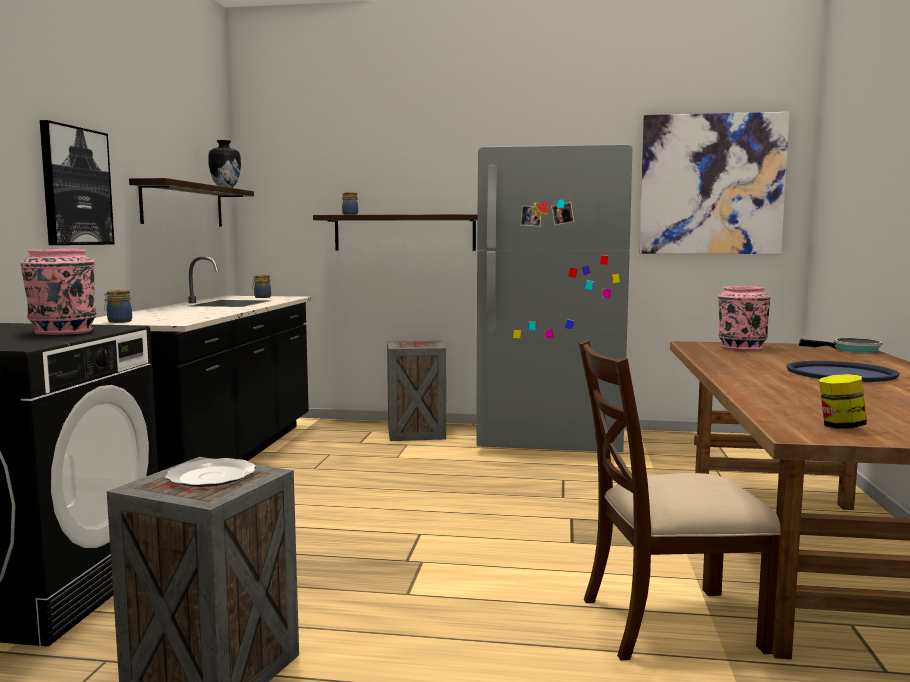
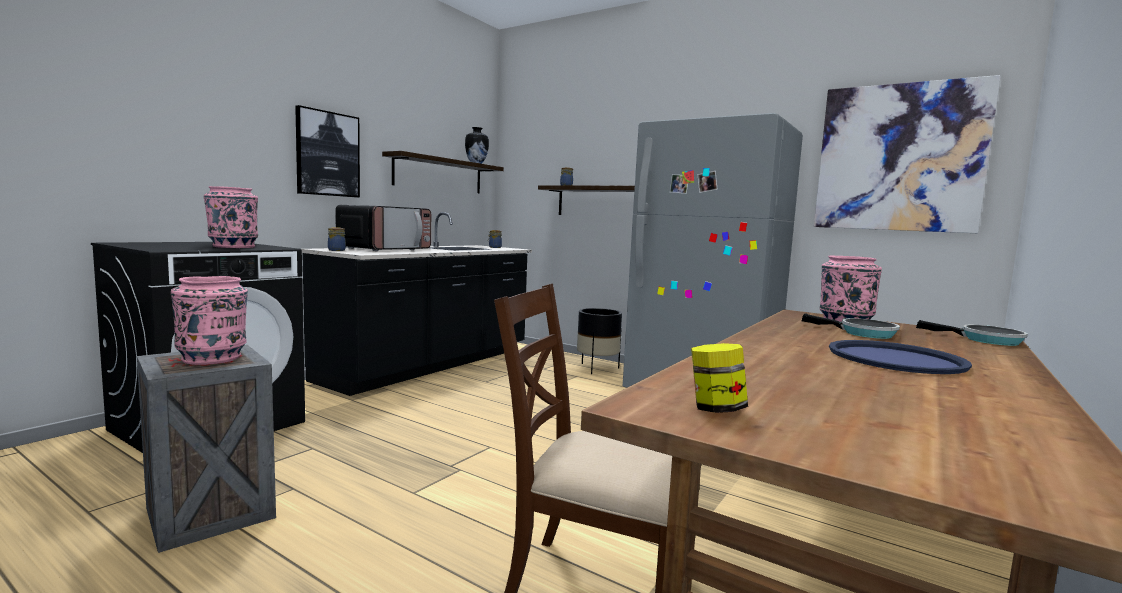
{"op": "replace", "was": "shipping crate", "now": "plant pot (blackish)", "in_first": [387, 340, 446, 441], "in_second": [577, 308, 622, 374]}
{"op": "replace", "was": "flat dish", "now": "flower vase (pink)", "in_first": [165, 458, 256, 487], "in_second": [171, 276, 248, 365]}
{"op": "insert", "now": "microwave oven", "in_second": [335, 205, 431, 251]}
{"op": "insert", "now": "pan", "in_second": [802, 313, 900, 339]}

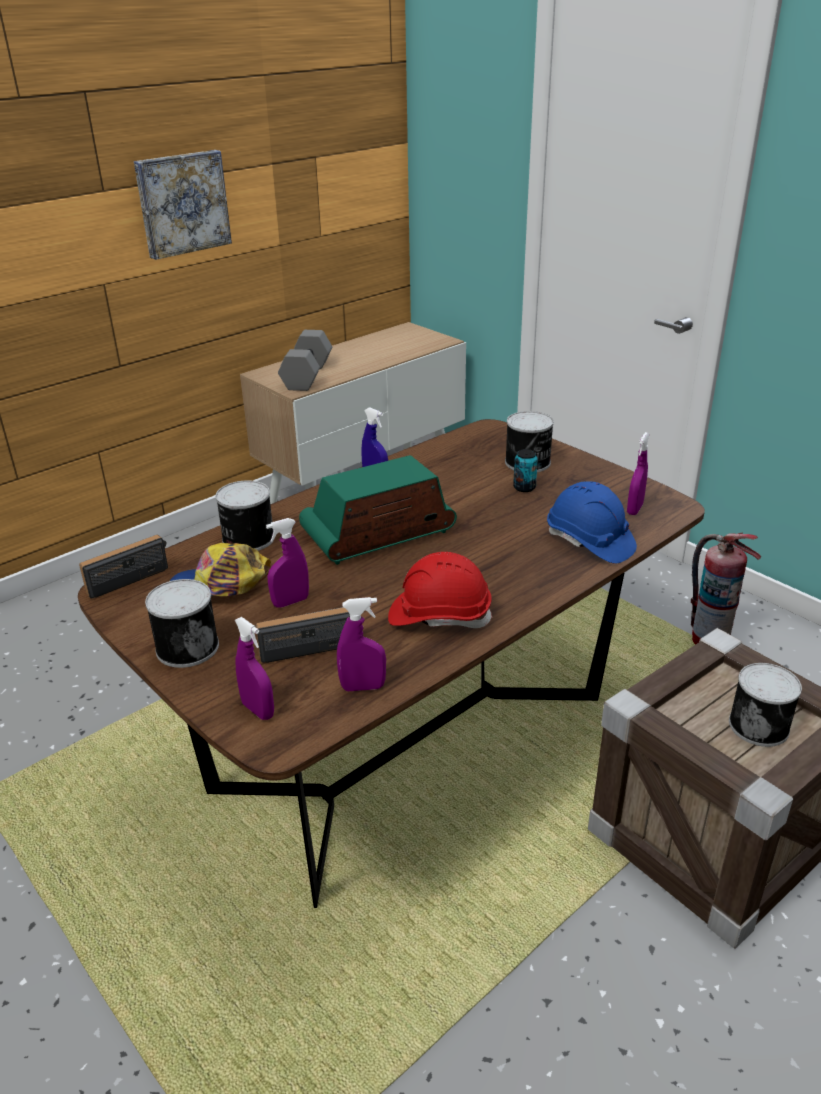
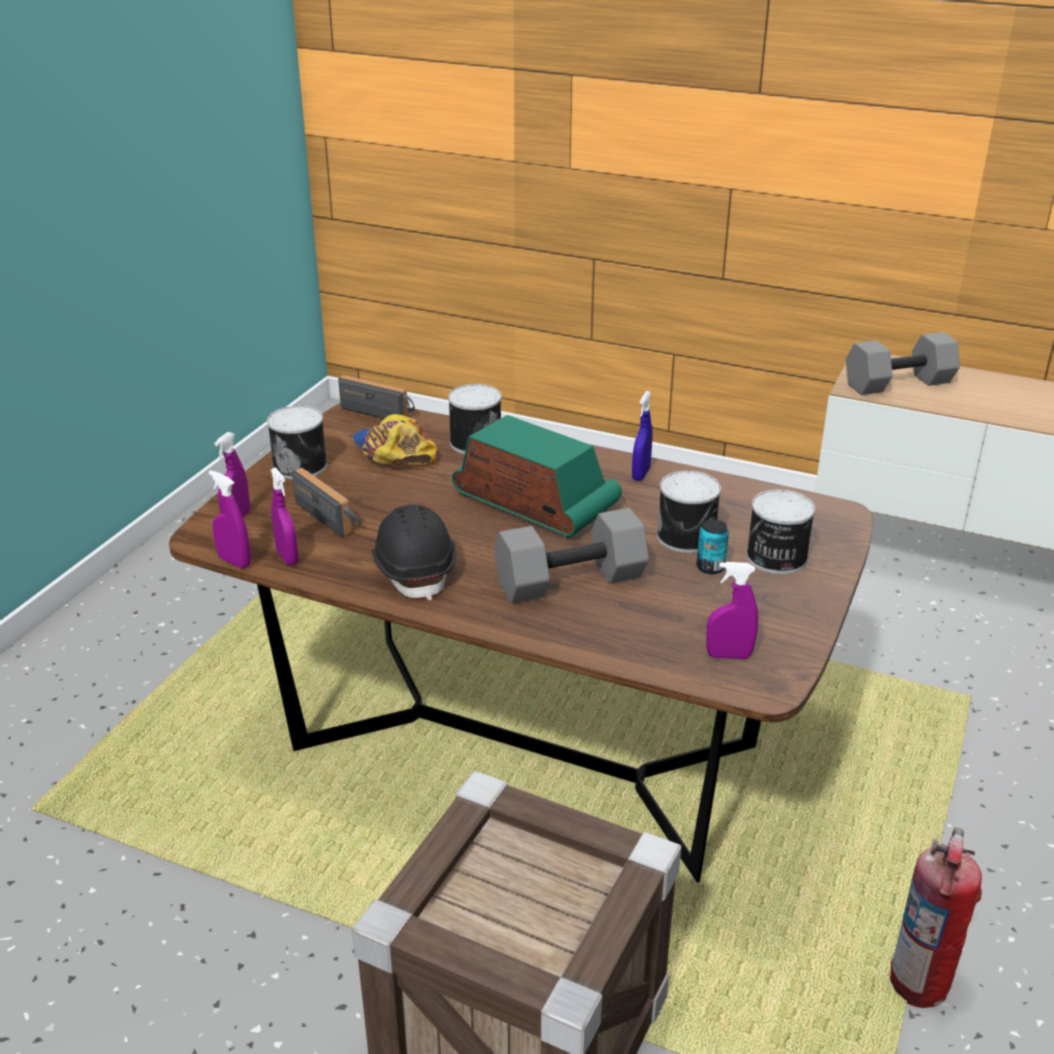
{"op": "delete", "was": "picture", "in_first": [134, 150, 232, 260]}
{"op": "delete", "was": "work helmet (blue)", "in_first": [547, 481, 637, 564]}
{"op": "move", "was": "sprayer (purple-coloured)", "in_first": [266, 518, 309, 608], "in_second": [209, 470, 251, 569]}
{"op": "recolor", "was": "work helmet (red-coloured)", "now": "work helmet (blackish)", "in_first": [388, 552, 493, 628], "in_second": [372, 505, 456, 600]}
{"op": "move", "was": "sealed can", "in_first": [729, 663, 802, 747], "in_second": [657, 471, 721, 553]}
{"op": "insert", "now": "hand weight (grey)", "in_second": [494, 508, 649, 603]}

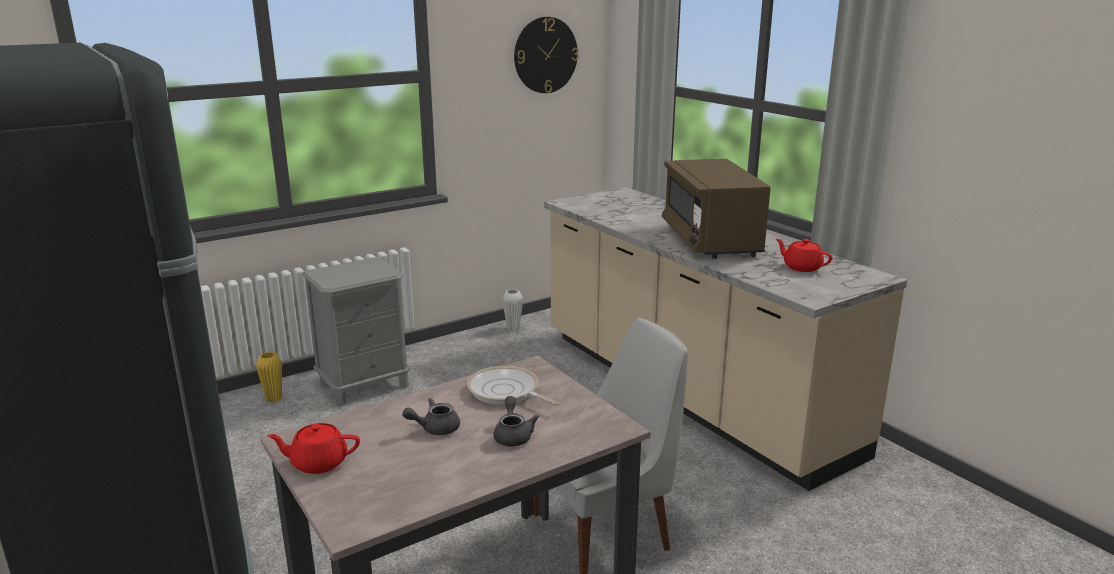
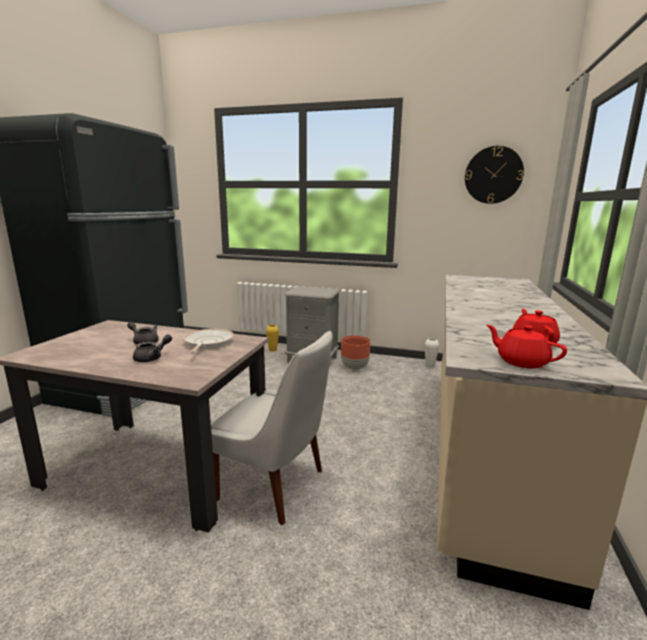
{"op": "delete", "was": "microwave oven (brown)", "in_first": [662, 159, 771, 259]}
{"op": "move", "was": "pot for tea (red-coloured)", "in_first": [267, 423, 360, 474], "in_second": [487, 325, 567, 368]}
{"op": "insert", "now": "plant pot (brown)", "in_second": [341, 336, 371, 370]}

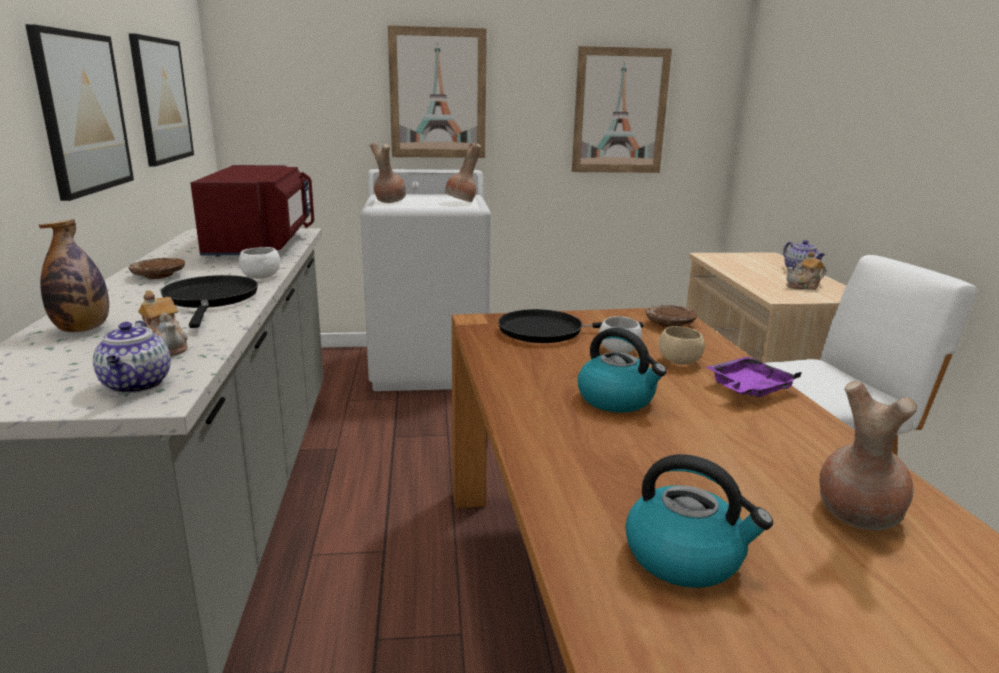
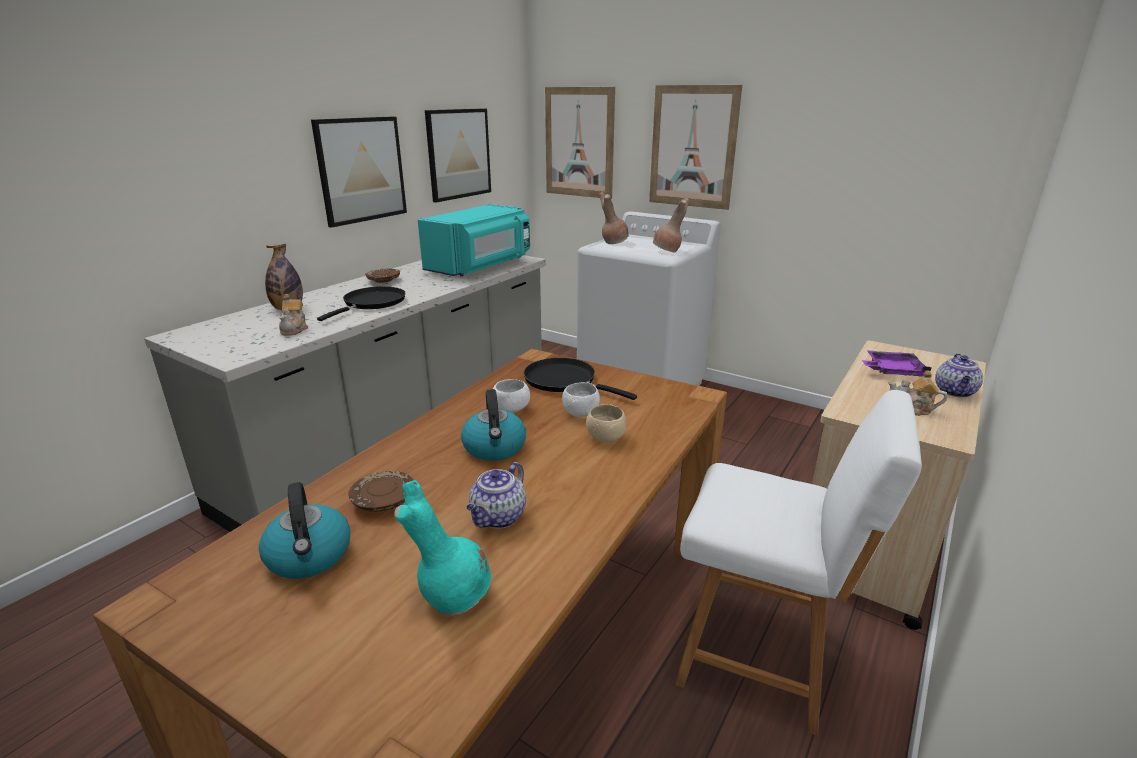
{"op": "move", "was": "picture", "in_first": [572, 46, 672, 173], "in_second": [545, 87, 615, 199]}
{"op": "recolor", "was": "microwave oven (red-coloured)", "now": "microwave oven (turquoise)", "in_first": [190, 165, 314, 257], "in_second": [418, 204, 530, 276]}
{"op": "move", "was": "deep dish (white)", "in_first": [239, 247, 280, 279], "in_second": [493, 379, 530, 413]}
{"op": "move", "was": "flat dish (brown)", "in_first": [646, 305, 697, 327], "in_second": [348, 471, 414, 512]}
{"op": "move", "was": "pot for tea", "in_first": [93, 320, 171, 394], "in_second": [467, 462, 526, 528]}
{"op": "move", "was": "serving tray (purple-coloured)", "in_first": [706, 356, 802, 397], "in_second": [862, 351, 932, 377]}
{"op": "recolor", "was": "flower vase (brown)", "now": "flower vase (turquoise)", "in_first": [820, 381, 917, 530], "in_second": [394, 480, 491, 616]}

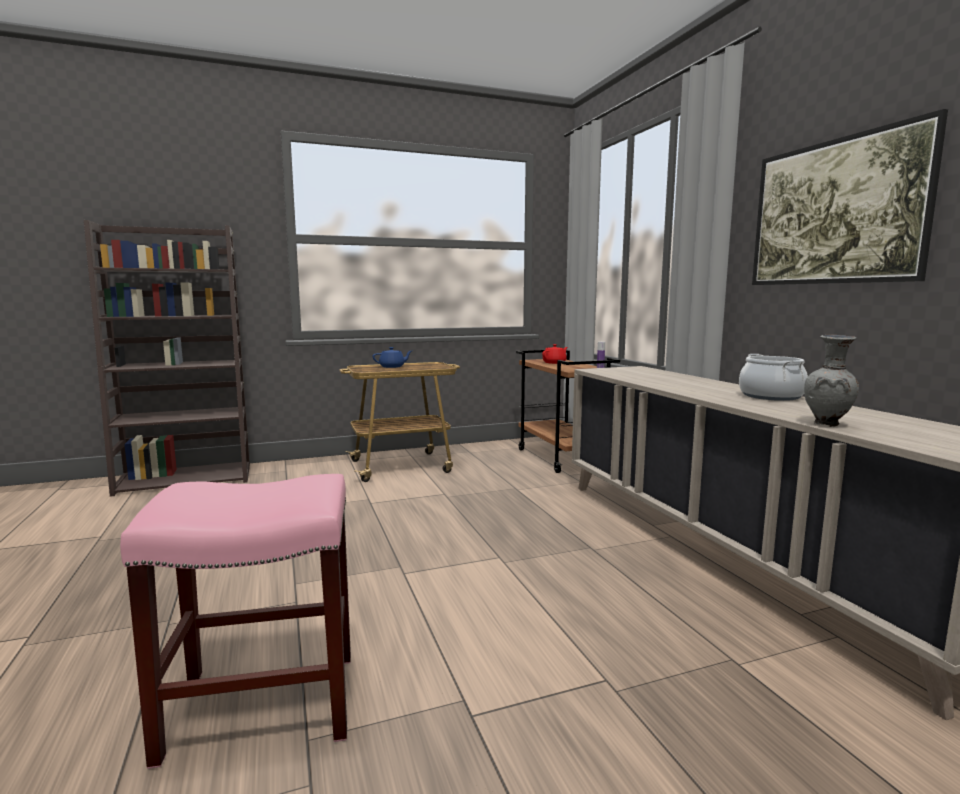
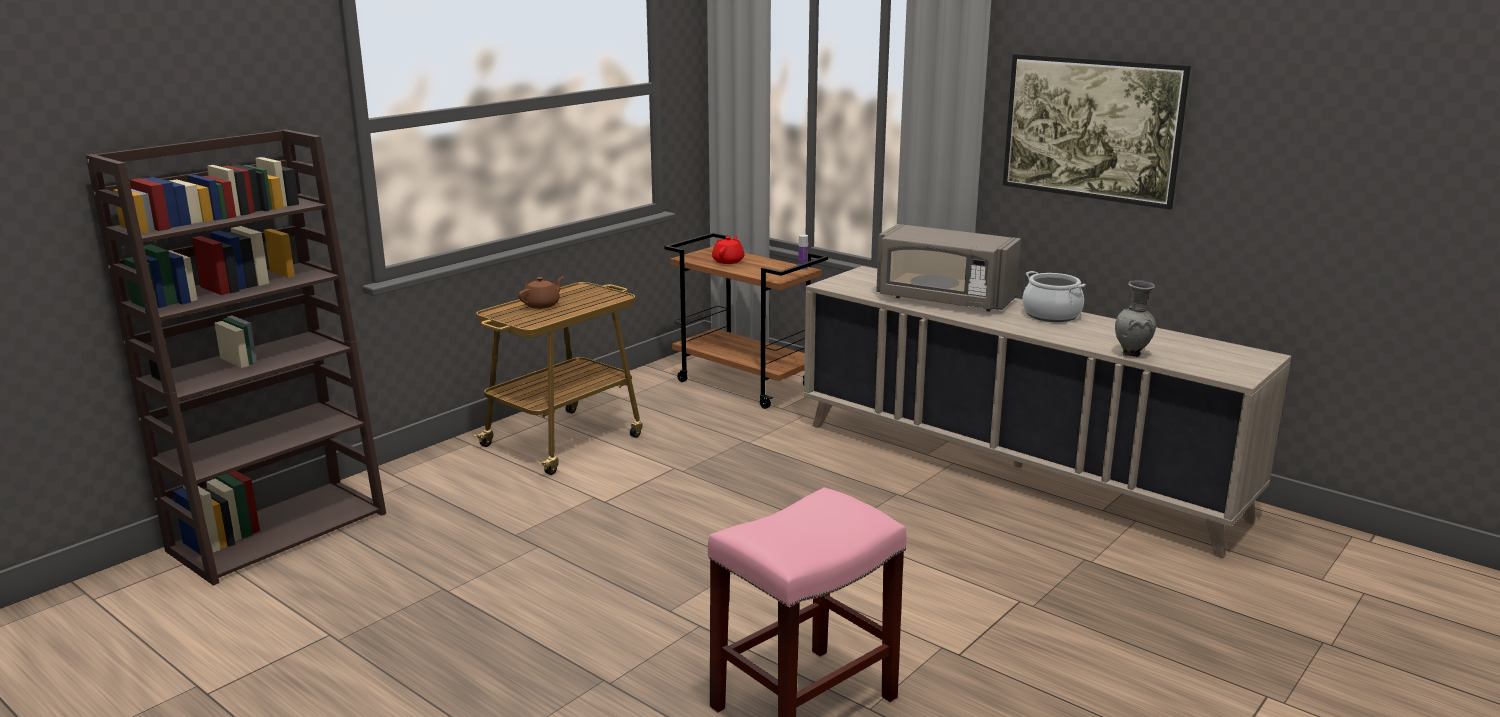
{"op": "recolor", "was": "pot for tea (blue)", "now": "pot for tea (brown)", "in_first": [373, 347, 412, 368], "in_second": [518, 277, 564, 309]}
{"op": "insert", "now": "microwave oven (grey)", "in_second": [876, 224, 1021, 312]}

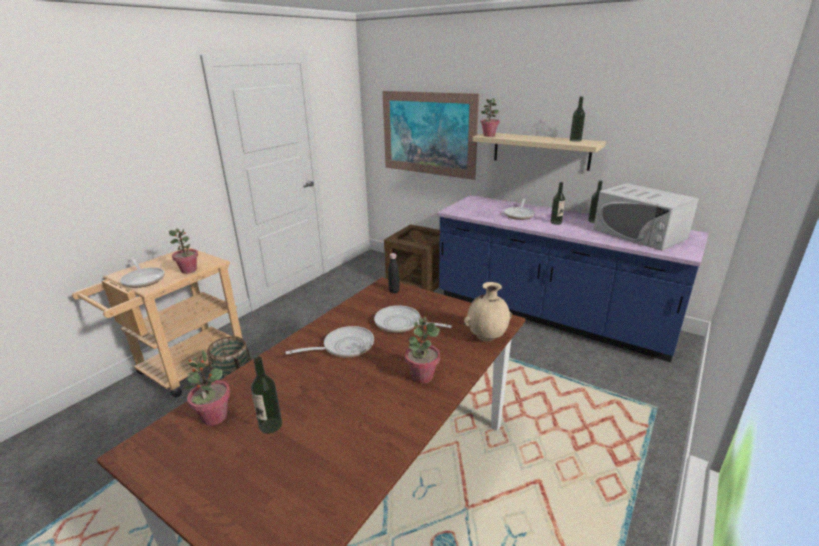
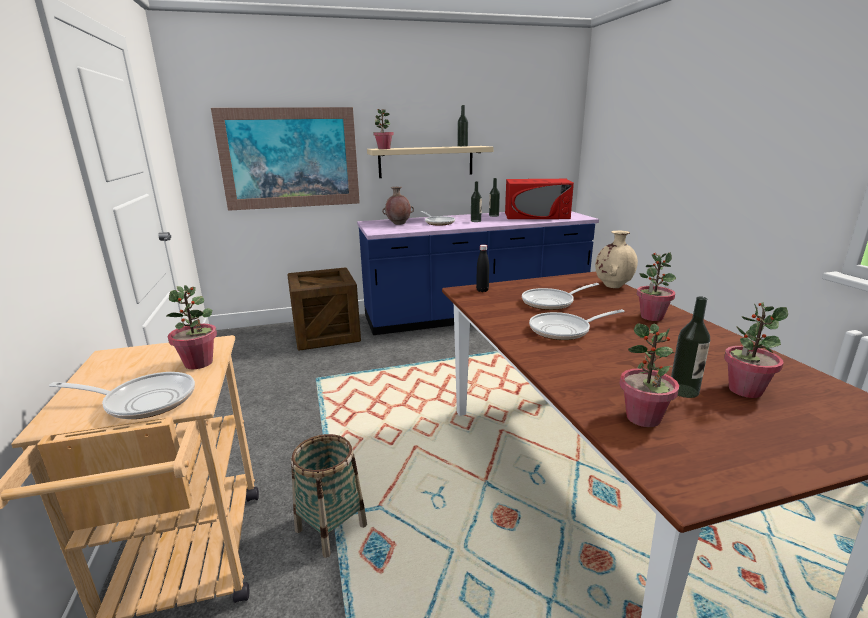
{"op": "recolor", "was": "microwave oven (white)", "now": "microwave oven (red-coloured)", "in_first": [593, 183, 699, 251], "in_second": [505, 179, 574, 219]}
{"op": "rotate", "was": "pan", "in_first": [285, 326, 374, 358], "in_second": [529, 309, 625, 340], "clockwise": -120}
{"op": "insert", "now": "flower vase (brown)", "in_second": [382, 187, 414, 225]}
{"op": "insert", "now": "houseplant", "in_second": [724, 302, 788, 398]}

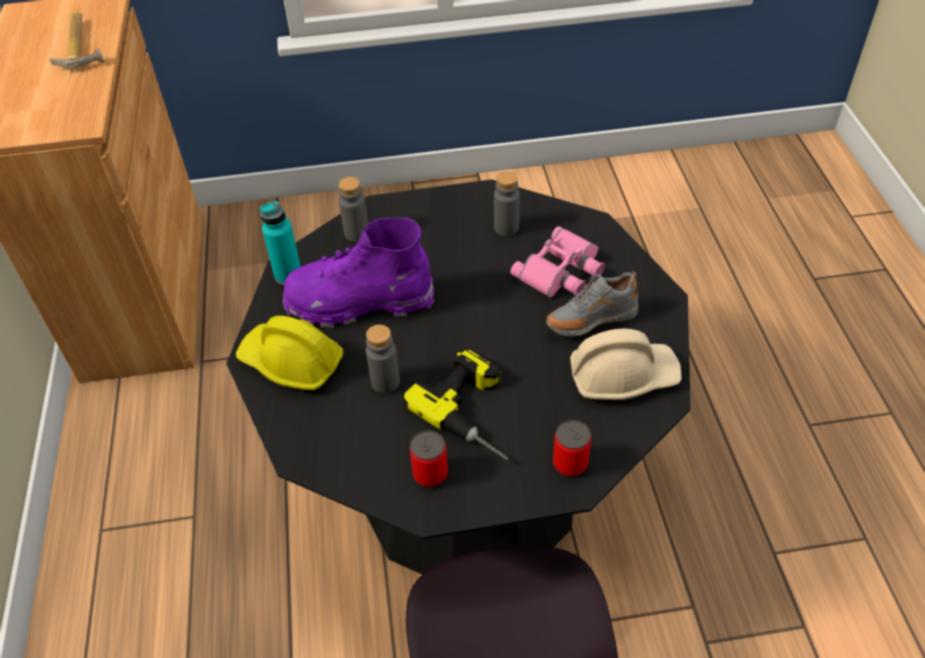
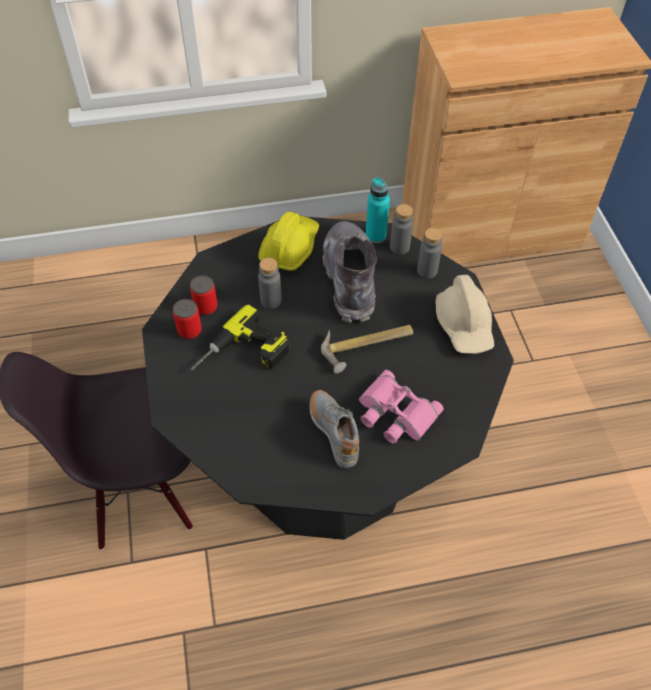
{"op": "move", "was": "hammer", "in_first": [50, 12, 104, 70], "in_second": [321, 325, 413, 374]}
{"op": "move", "was": "bottle (grey)", "in_first": [494, 171, 520, 236], "in_second": [390, 204, 413, 255]}
{"op": "recolor", "was": "boot (purple-coloured)", "now": "boot (grey)", "in_first": [282, 218, 435, 327], "in_second": [323, 221, 377, 323]}
{"op": "move", "was": "work helmet (beige-coloured)", "in_first": [570, 329, 682, 402], "in_second": [435, 275, 494, 354]}
{"op": "move", "was": "sealed can", "in_first": [553, 420, 591, 477], "in_second": [190, 275, 218, 315]}

